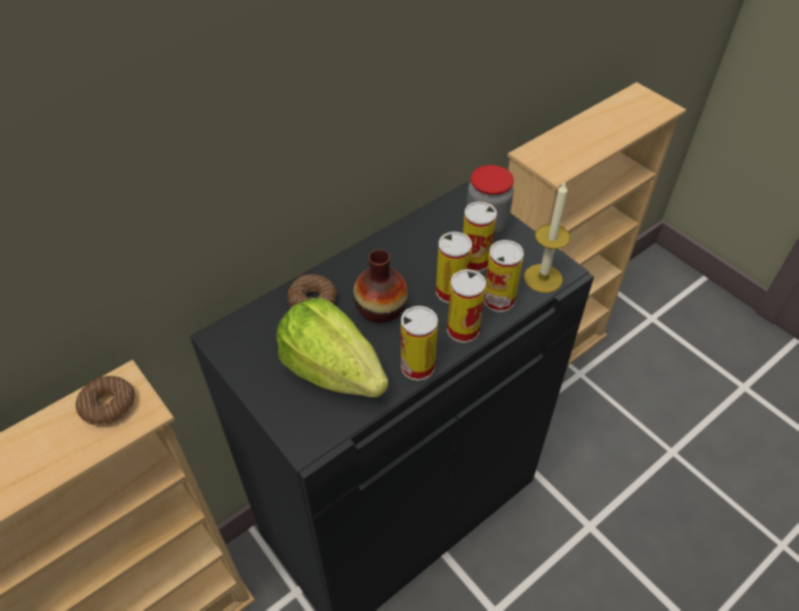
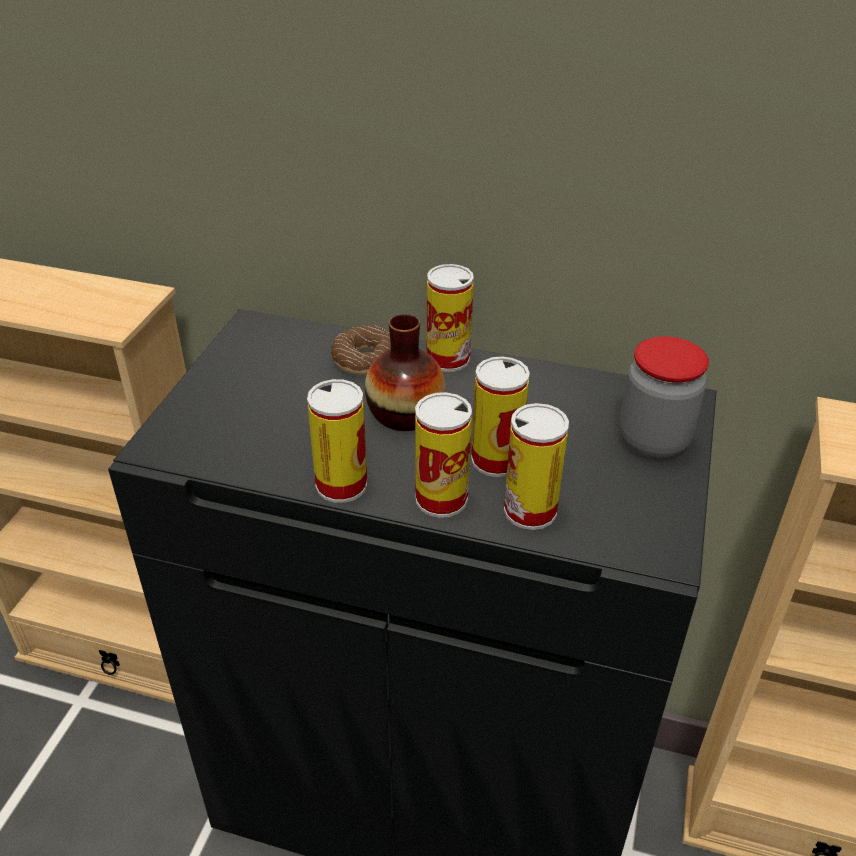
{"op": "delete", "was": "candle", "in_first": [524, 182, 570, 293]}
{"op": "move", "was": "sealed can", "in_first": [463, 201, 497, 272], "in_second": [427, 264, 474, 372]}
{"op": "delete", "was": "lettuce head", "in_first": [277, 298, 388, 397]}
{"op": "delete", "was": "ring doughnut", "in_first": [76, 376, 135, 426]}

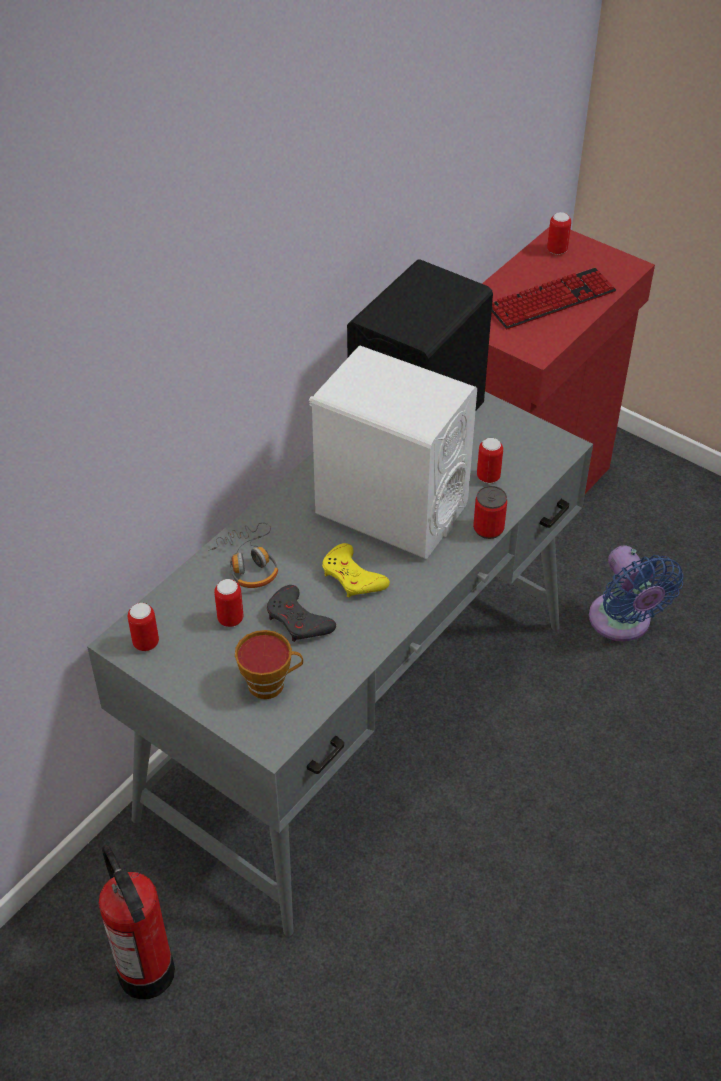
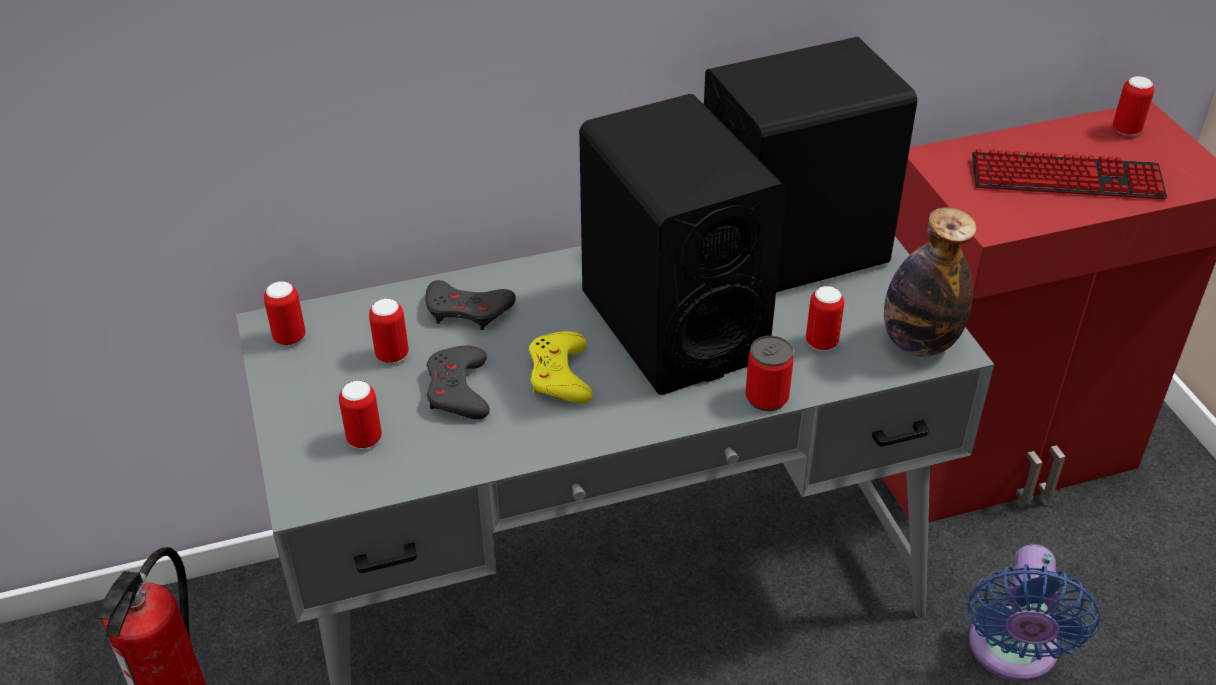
{"op": "recolor", "was": "audio speaker (white)", "now": "audio speaker (blackish)", "in_first": [309, 346, 477, 559], "in_second": [579, 94, 787, 395]}
{"op": "replace", "was": "headphones", "now": "joypad (grey)", "in_first": [209, 522, 278, 588], "in_second": [426, 280, 516, 330]}
{"op": "replace", "was": "small cup", "now": "sealed can", "in_first": [235, 630, 303, 699], "in_second": [339, 381, 382, 449]}
{"op": "insert", "now": "bottle", "in_second": [884, 207, 977, 357]}

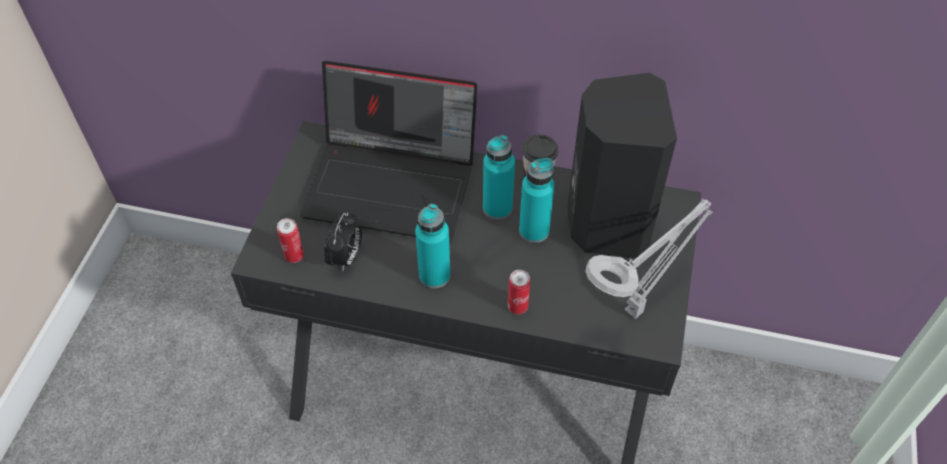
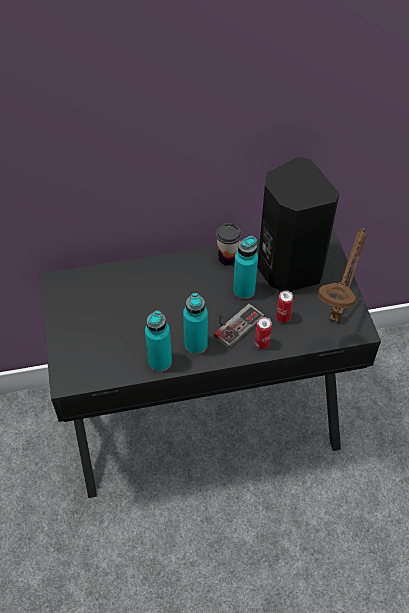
{"op": "delete", "was": "notebook computer", "in_first": [300, 61, 477, 241]}
{"op": "move", "was": "bottle (turquoise)", "in_first": [483, 135, 515, 220], "in_second": [145, 310, 172, 372]}
{"op": "recolor", "was": "lamp for a table (grey)", "now": "lamp for a table (brown)", "in_first": [585, 199, 712, 319], "in_second": [318, 228, 367, 323]}
{"op": "delete", "was": "alarm clock", "in_first": [324, 213, 362, 272]}
{"op": "move", "was": "sealed can", "in_first": [277, 218, 304, 263], "in_second": [276, 291, 294, 323]}
{"op": "insert", "now": "joypad", "in_second": [214, 304, 264, 348]}

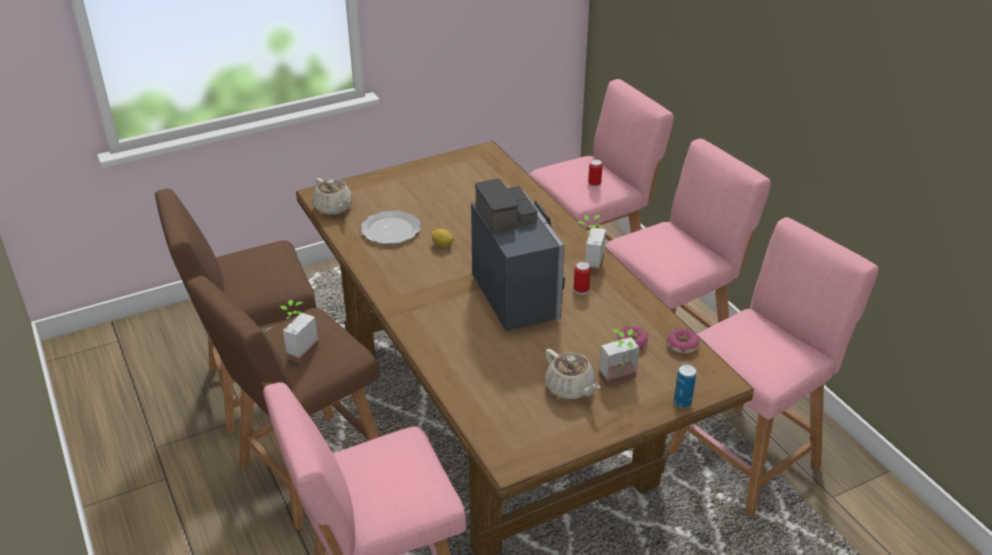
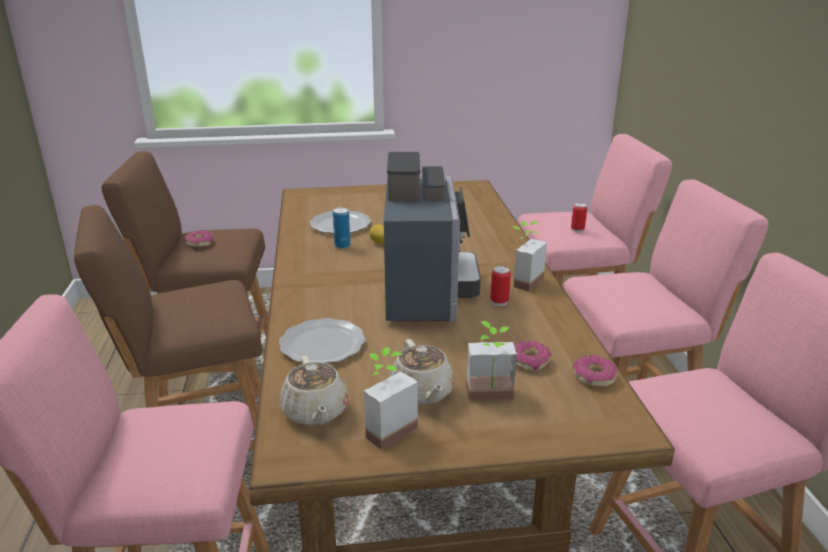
{"op": "move", "was": "pot for tea (beige-coloured)", "in_first": [313, 178, 353, 215], "in_second": [280, 356, 348, 426]}
{"op": "move", "was": "houseplant", "in_first": [280, 300, 319, 364], "in_second": [364, 347, 418, 450]}
{"op": "move", "was": "sealed can", "in_first": [674, 364, 696, 408], "in_second": [333, 207, 350, 249]}
{"op": "insert", "now": "ring doughnut", "in_second": [185, 230, 213, 247]}
{"op": "insert", "now": "flat dish", "in_second": [279, 318, 366, 363]}

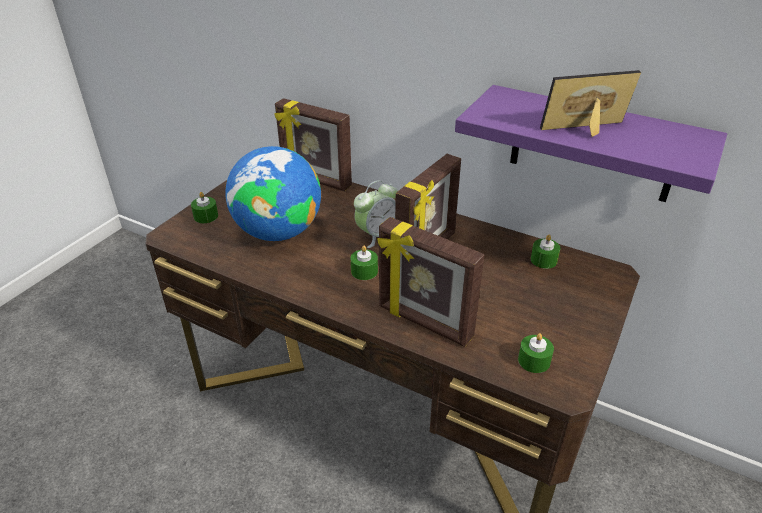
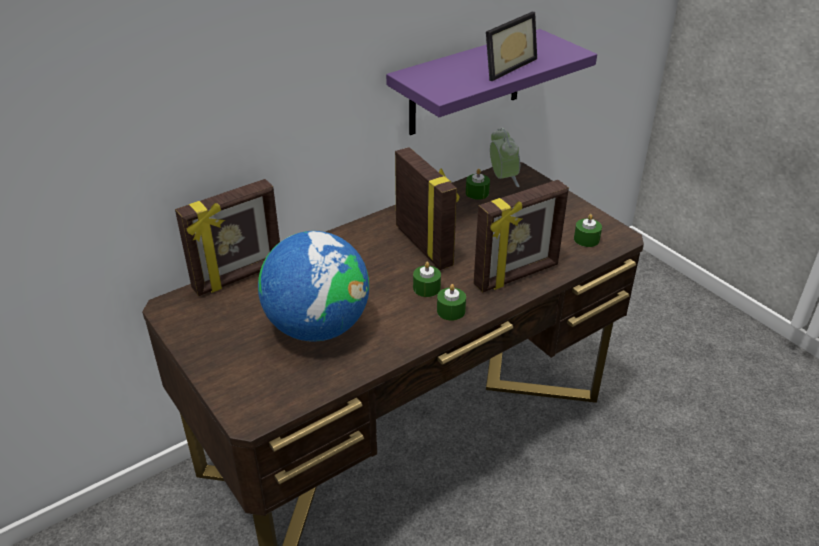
{"op": "rotate", "was": "picture frame", "in_first": [540, 70, 641, 137], "in_second": [486, 12, 537, 81], "clockwise": -150}
{"op": "move", "was": "alarm clock", "in_first": [354, 180, 398, 248], "in_second": [490, 128, 520, 187]}
{"op": "move", "was": "candle (green-coloured)", "in_first": [191, 192, 218, 223], "in_second": [437, 284, 466, 321]}

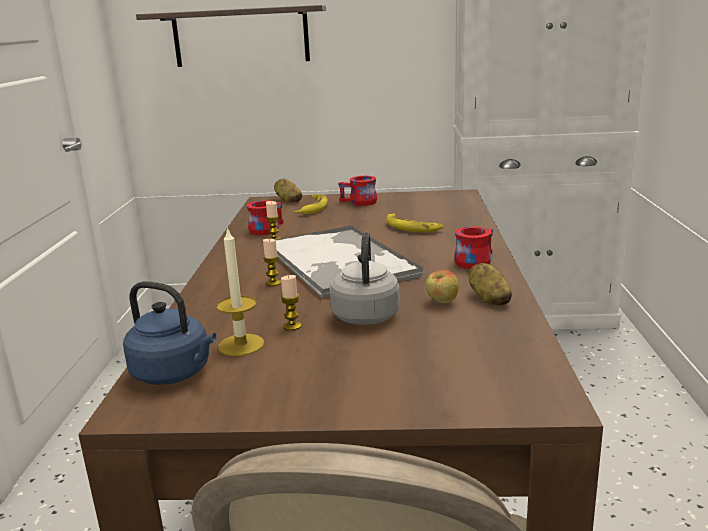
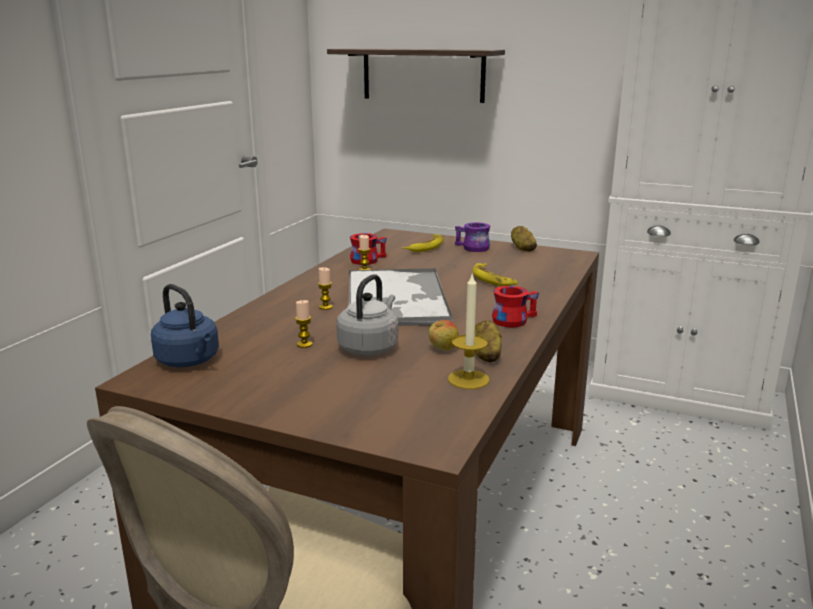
{"op": "recolor", "was": "coffee mug (red-coloured)", "now": "coffee mug (purple-coloured)", "in_first": [338, 176, 377, 206], "in_second": [455, 222, 490, 252]}
{"op": "move", "was": "whole potato", "in_first": [274, 179, 302, 202], "in_second": [511, 226, 537, 251]}
{"op": "move", "was": "candle", "in_first": [216, 227, 265, 356], "in_second": [448, 273, 490, 389]}

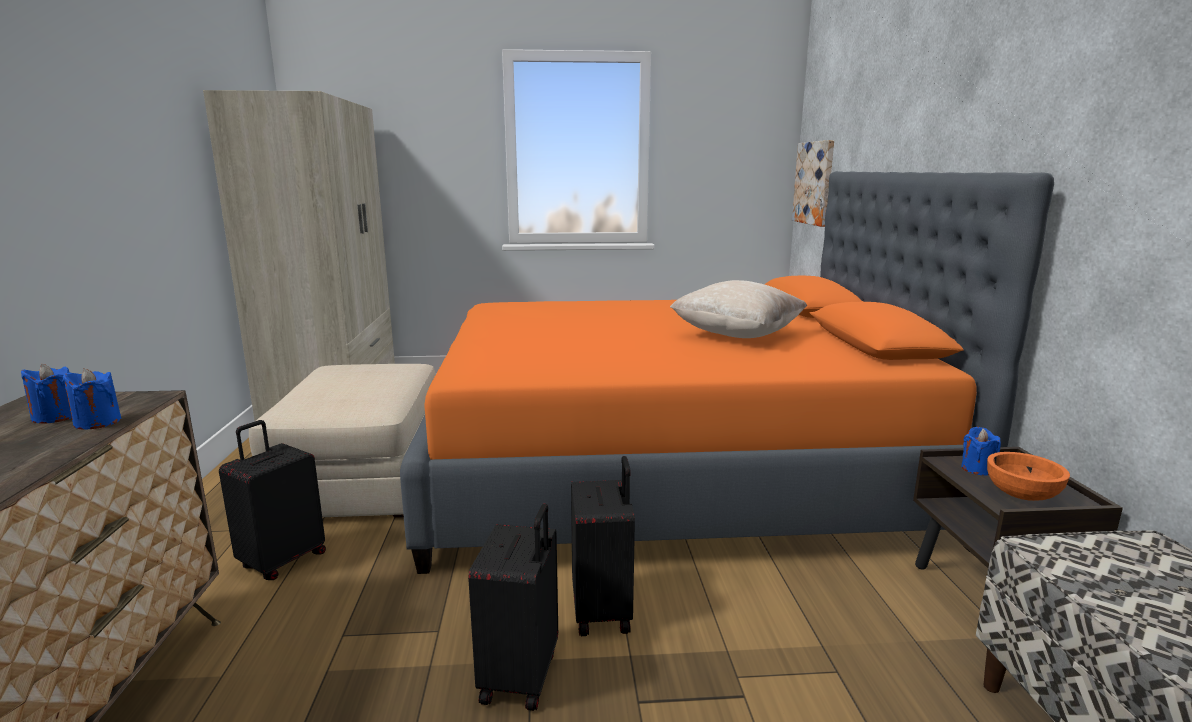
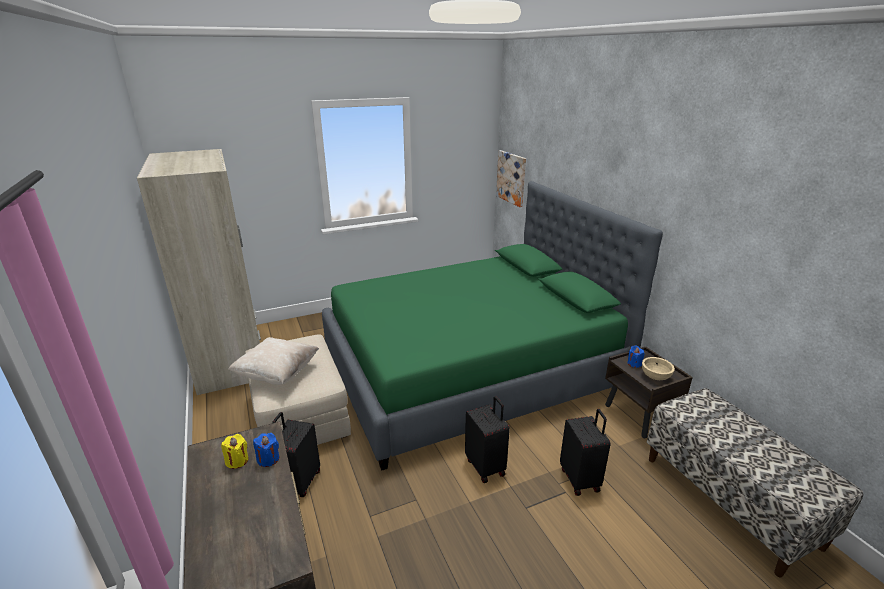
{"op": "recolor", "was": "bed (orangey)", "now": "bed (green-coloured)", "in_first": [400, 171, 1054, 574], "in_second": [322, 181, 663, 471]}
{"op": "move", "was": "cushion (beige-coloured)", "in_first": [670, 280, 807, 338], "in_second": [228, 337, 319, 385]}
{"op": "recolor", "was": "candle (blue)", "now": "candle (yellow-coloured)", "in_first": [21, 364, 72, 424], "in_second": [221, 434, 249, 469]}
{"op": "recolor", "was": "deep dish (orangey)", "now": "deep dish (beige-coloured)", "in_first": [987, 452, 1070, 501], "in_second": [642, 357, 675, 380]}
{"op": "move", "was": "suitcase (blackish)", "in_first": [468, 504, 558, 711], "in_second": [560, 409, 610, 496]}

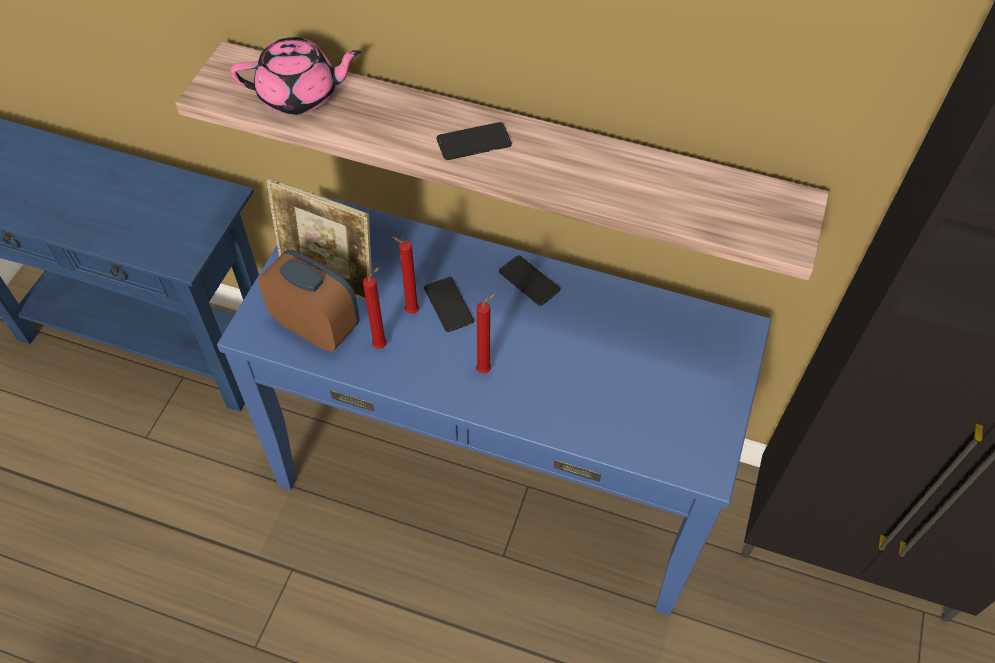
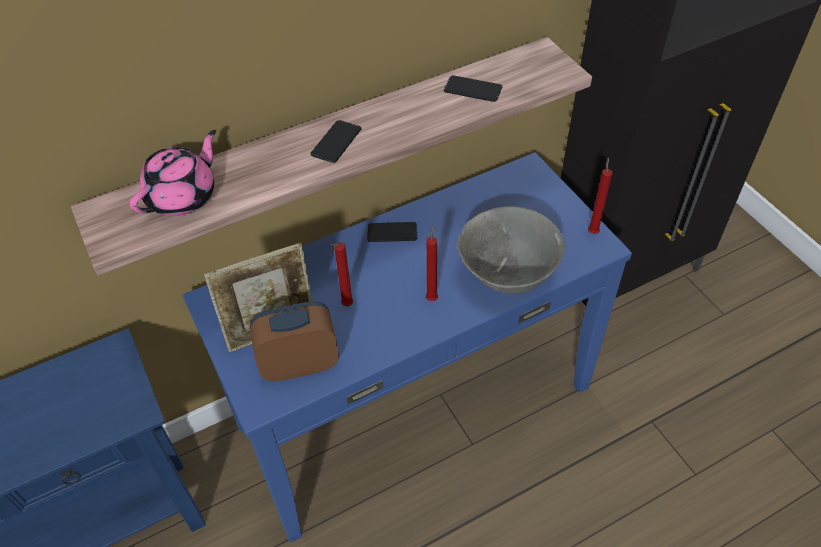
{"op": "move", "was": "candle (red-coloured)", "in_first": [363, 267, 387, 349], "in_second": [588, 157, 613, 234]}
{"op": "move", "was": "phone", "in_first": [424, 277, 474, 332], "in_second": [444, 75, 502, 102]}
{"op": "insert", "now": "deep dish (grey)", "in_second": [457, 206, 565, 294]}

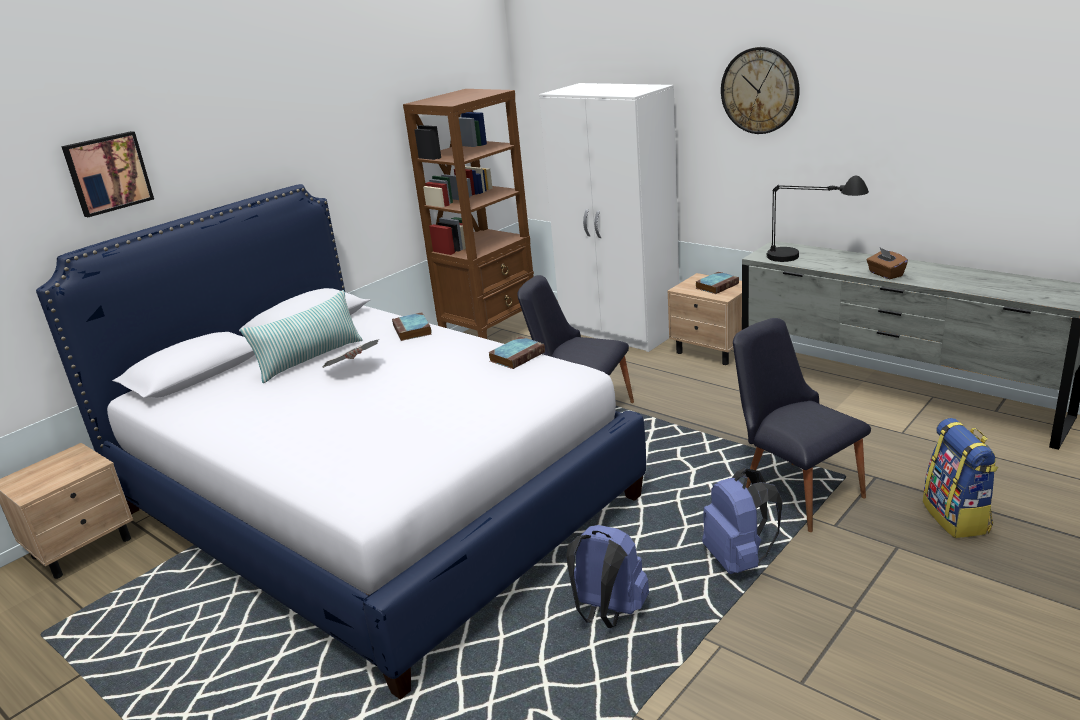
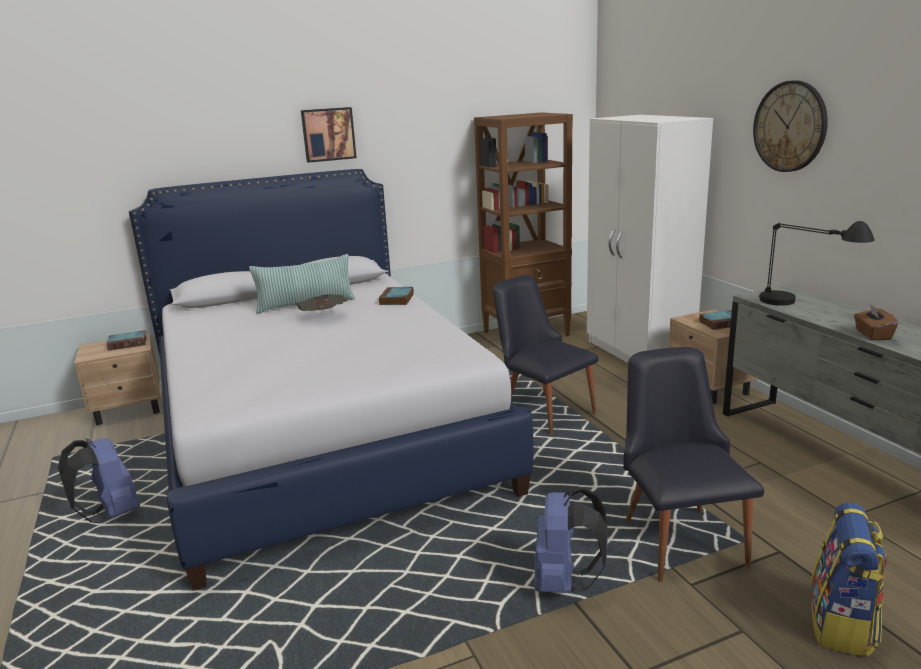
{"op": "move", "was": "picture", "in_first": [61, 131, 154, 217], "in_second": [301, 107, 357, 163]}
{"op": "move", "was": "volume", "in_first": [488, 336, 545, 369], "in_second": [106, 330, 147, 351]}
{"op": "move", "was": "knapsack (blue)", "in_first": [566, 525, 649, 628], "in_second": [58, 438, 140, 523]}

